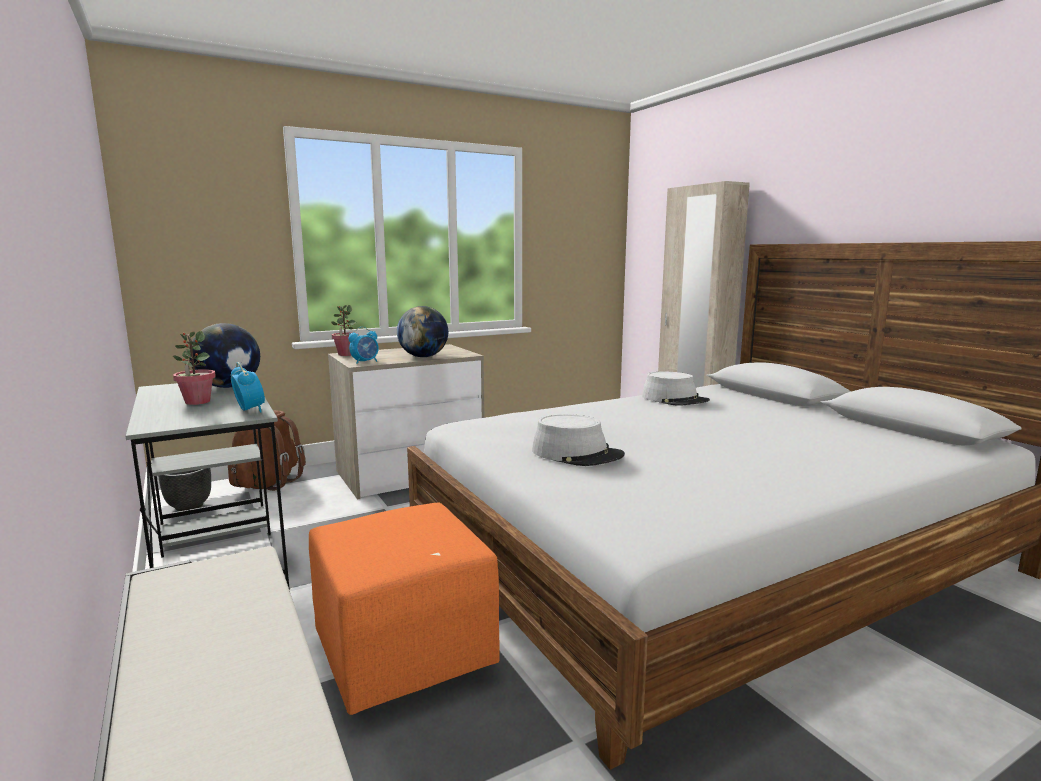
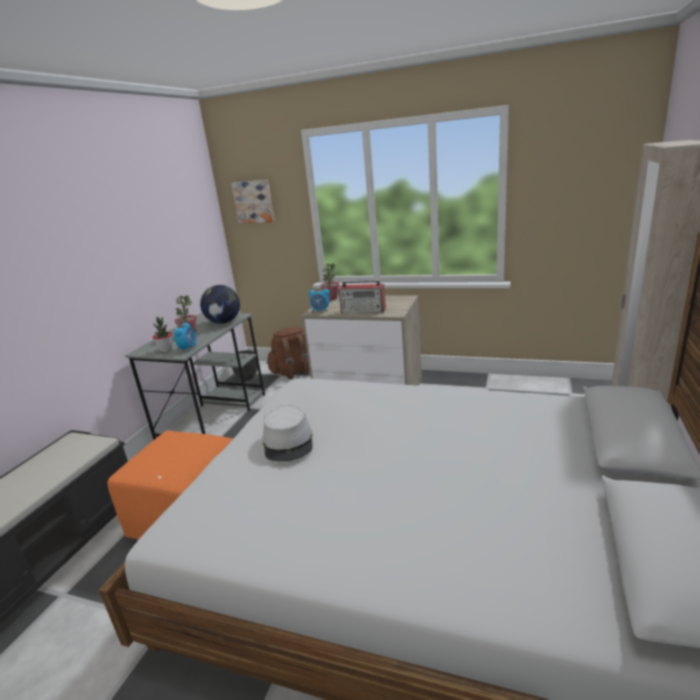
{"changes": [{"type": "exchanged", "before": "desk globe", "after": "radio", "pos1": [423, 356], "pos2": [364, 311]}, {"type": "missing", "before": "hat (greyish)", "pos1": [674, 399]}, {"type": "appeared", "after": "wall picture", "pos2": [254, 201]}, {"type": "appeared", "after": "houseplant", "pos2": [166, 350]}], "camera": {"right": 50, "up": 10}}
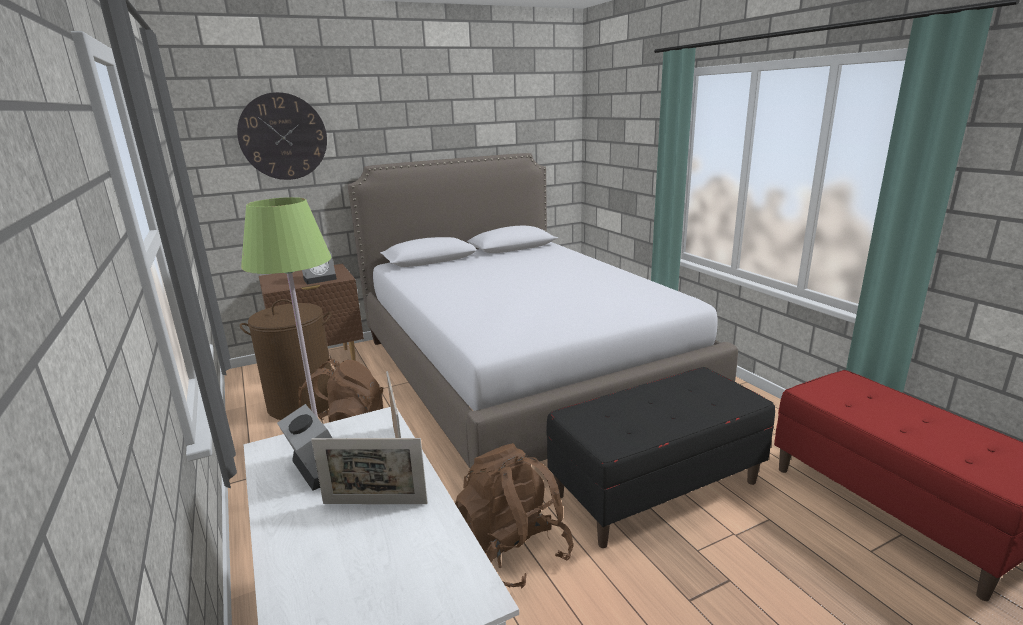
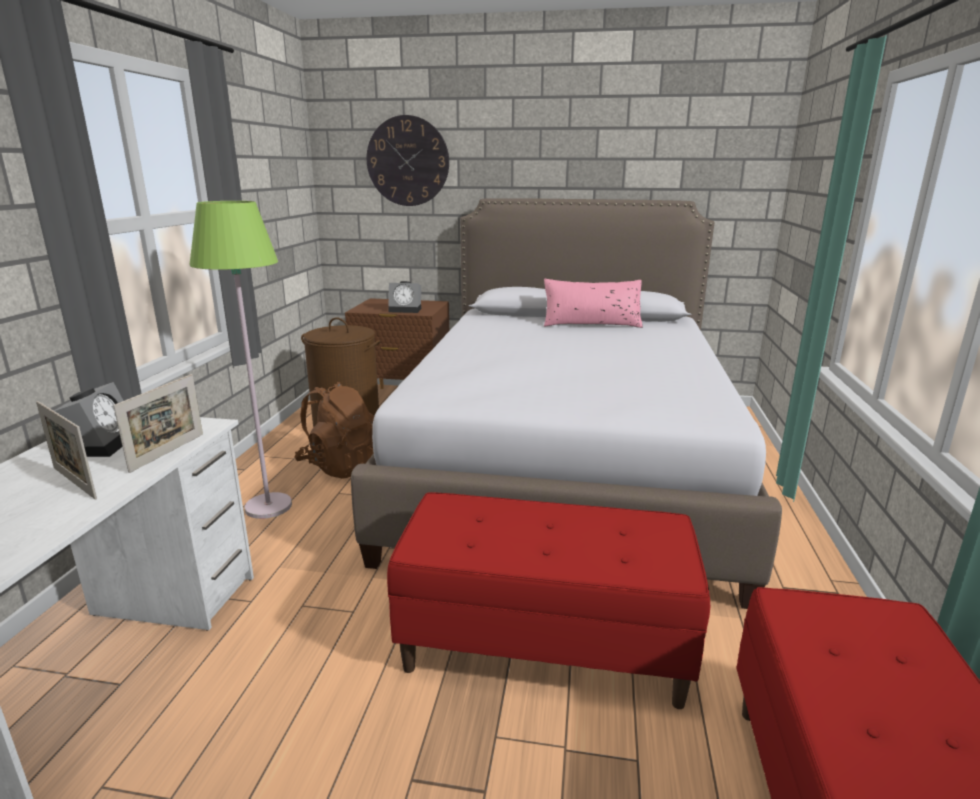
{"changes": [{"type": "colour", "before": "indoor bench (blackish)", "after": "indoor bench (red)", "pos1": [656, 488], "pos2": [544, 645]}, {"type": "missing", "before": "knapsack (brown-coloured)", "pos1": [513, 550]}, {"type": "appeared", "after": "throw pillow (pink)", "pos2": [591, 324]}], "camera": {"right": 35, "up": 0}}
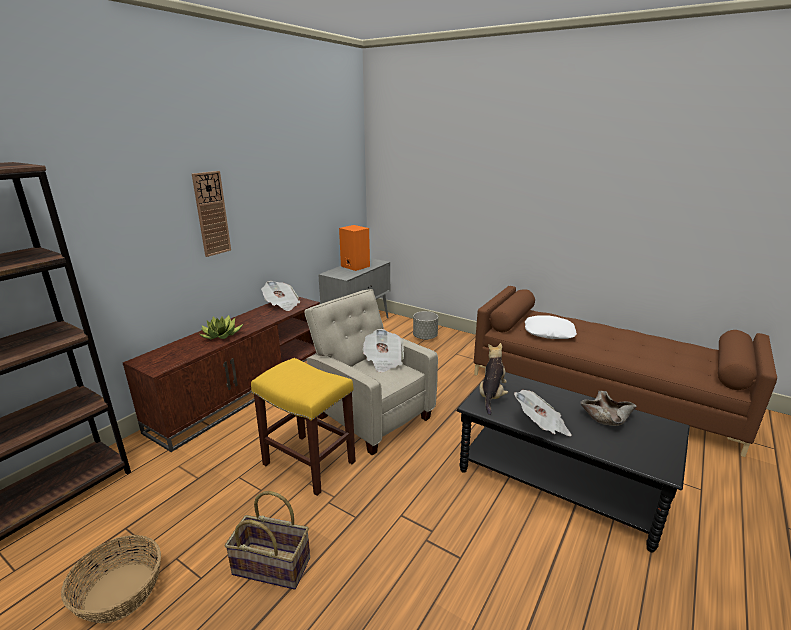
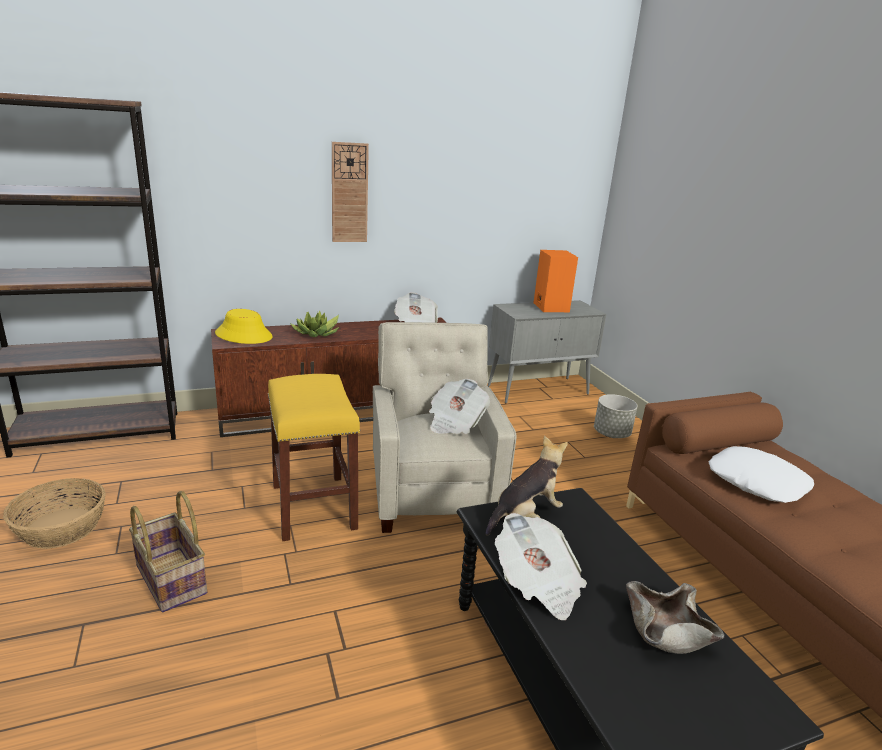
{"changes": [{"type": "appeared", "after": "hat (yellow)", "pos2": [244, 335]}], "camera": {"right": 35, "up": 0}}
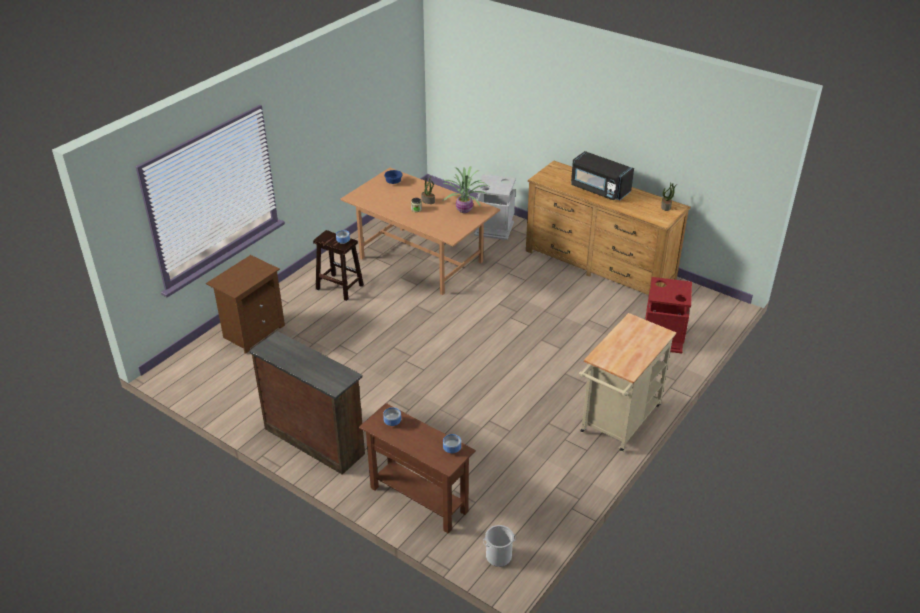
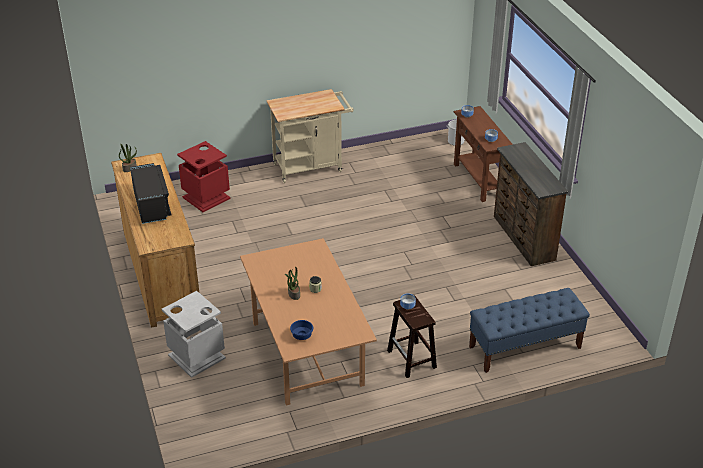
{"changes": [{"type": "missing", "before": "houseplant", "pos1": [464, 211]}, {"type": "exchanged", "before": "nightstand (brown-coloured)", "after": "indoor bench (bluish)", "pos1": [252, 332], "pos2": [524, 347]}], "camera": {"right": -145, "up": 0}}
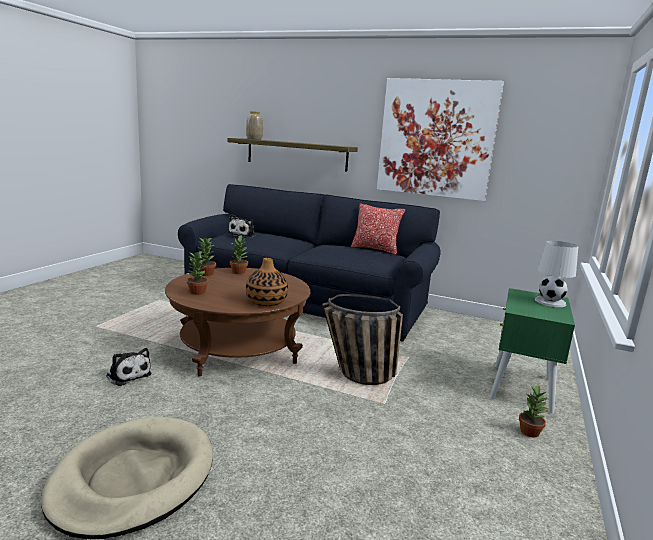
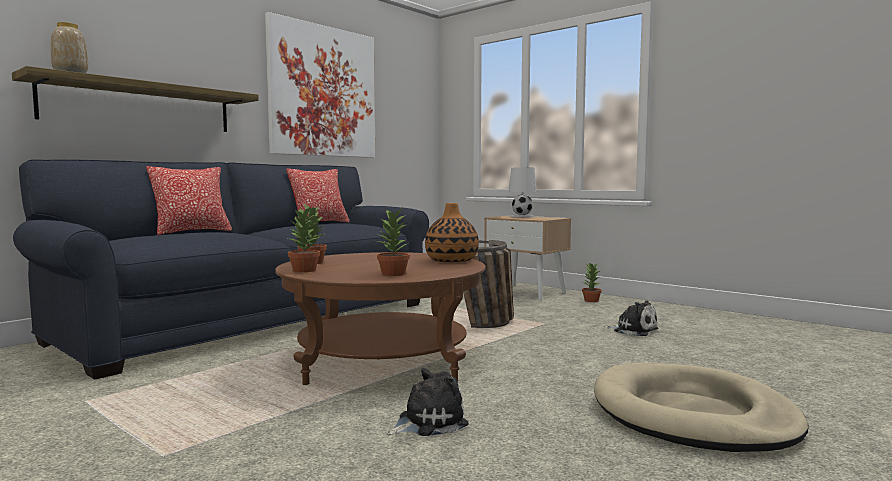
{"changes": [{"type": "relocated", "before": "soft toy", "pos1": [243, 235], "pos2": [633, 330]}, {"type": "colour", "before": "nightstand (greenish)", "after": "nightstand (sand-coloured)", "pos1": [522, 387], "pos2": [526, 292]}, {"type": "appeared", "after": "throw pillow", "pos2": [192, 232]}], "camera": {"right": -70, "up": -10}}
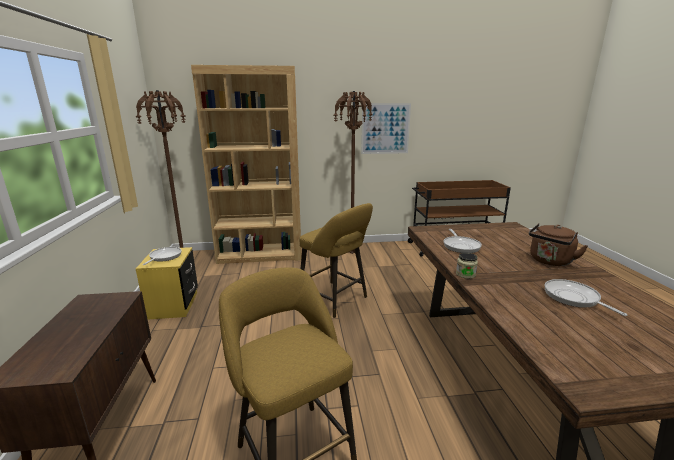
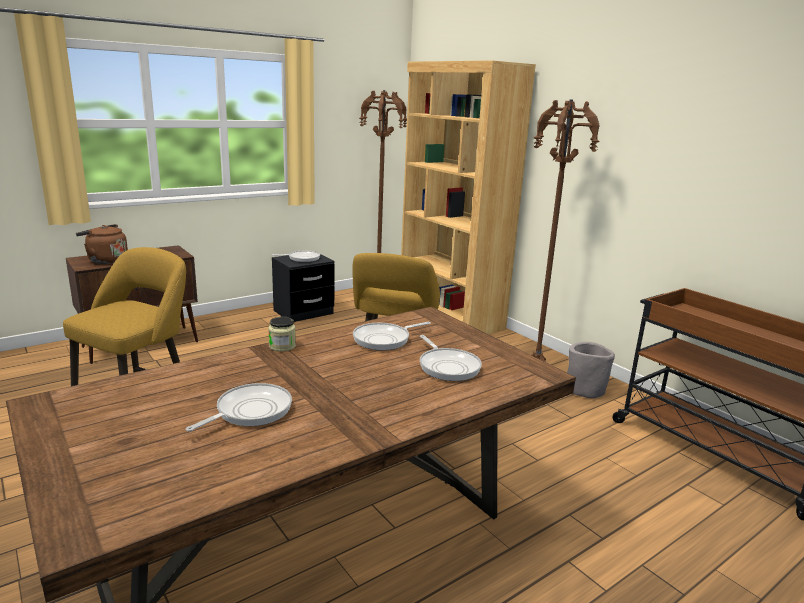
{"changes": [{"type": "missing", "before": "wall picture", "pos1": [385, 128]}, {"type": "relocated", "before": "tea kettle (brown-coloured)", "pos1": [549, 261], "pos2": [105, 260]}, {"type": "colour", "before": "nightstand (yellow)", "after": "nightstand (blackish)", "pos1": [173, 305], "pos2": [303, 312]}, {"type": "appeared", "after": "pan", "pos2": [447, 366]}, {"type": "appeared", "after": "plant pot (greyish)", "pos2": [585, 390]}], "camera": {"right": 60, "up": 0}}
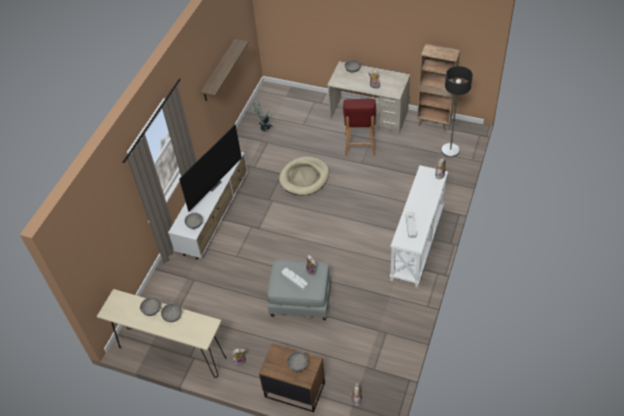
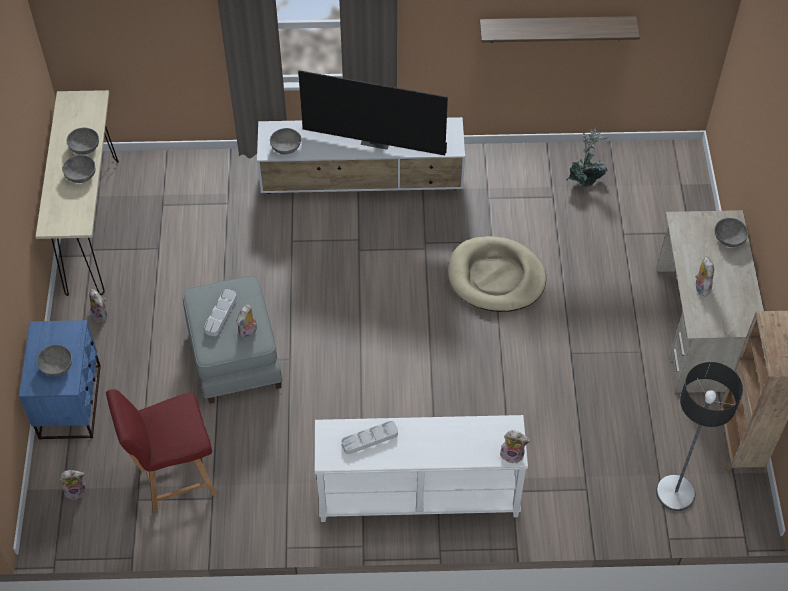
{"changes": [{"type": "relocated", "before": "chair (red)", "pos1": [360, 145], "pos2": [174, 477]}, {"type": "colour", "before": "nightstand (brown-coloured)", "after": "nightstand (bluish)", "pos1": [294, 389], "pos2": [71, 401]}], "camera": {"right": 65, "up": 5}}
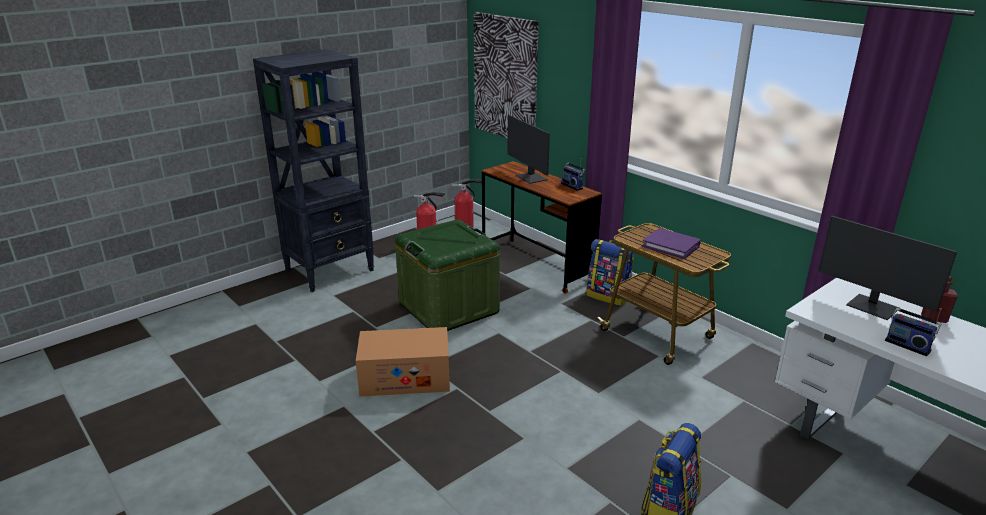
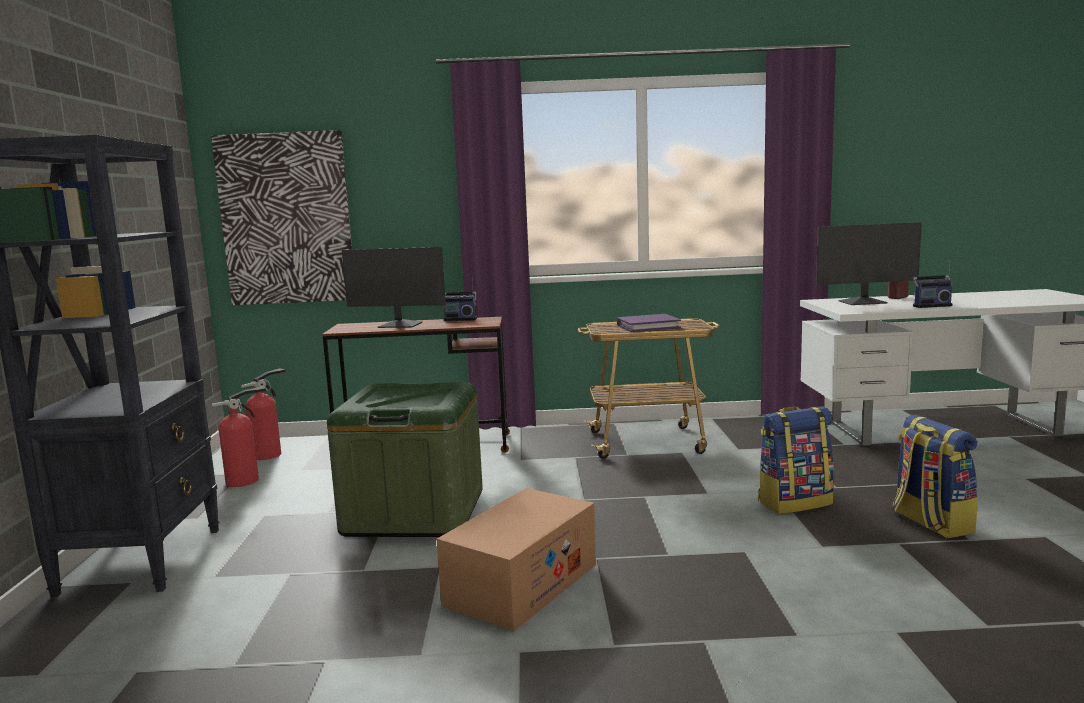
{"changes": [{"type": "relocated", "before": "knapsack", "pos1": [609, 296], "pos2": [794, 502]}], "camera": {"right": -50, "up": -15}}
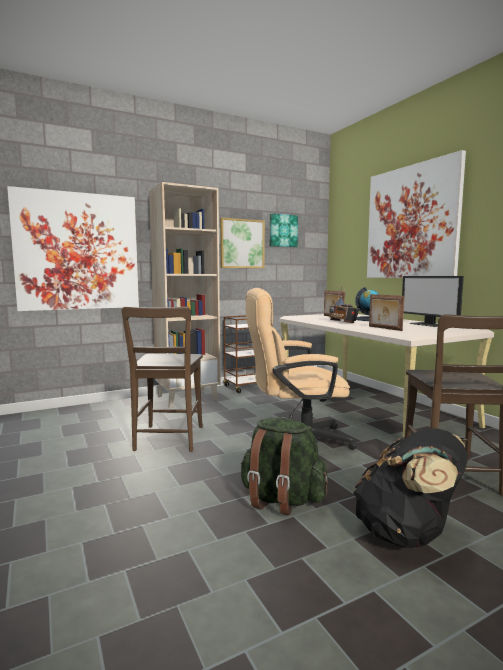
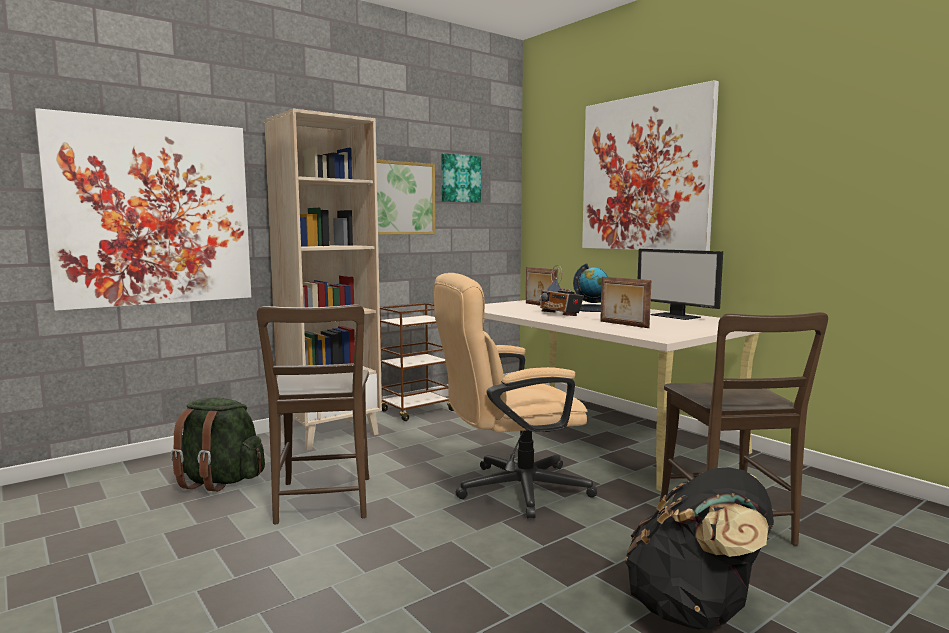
{"changes": [{"type": "relocated", "before": "knapsack (greenish)", "pos1": [281, 500], "pos2": [219, 481]}], "camera": {"right": -10, "up": 0}}
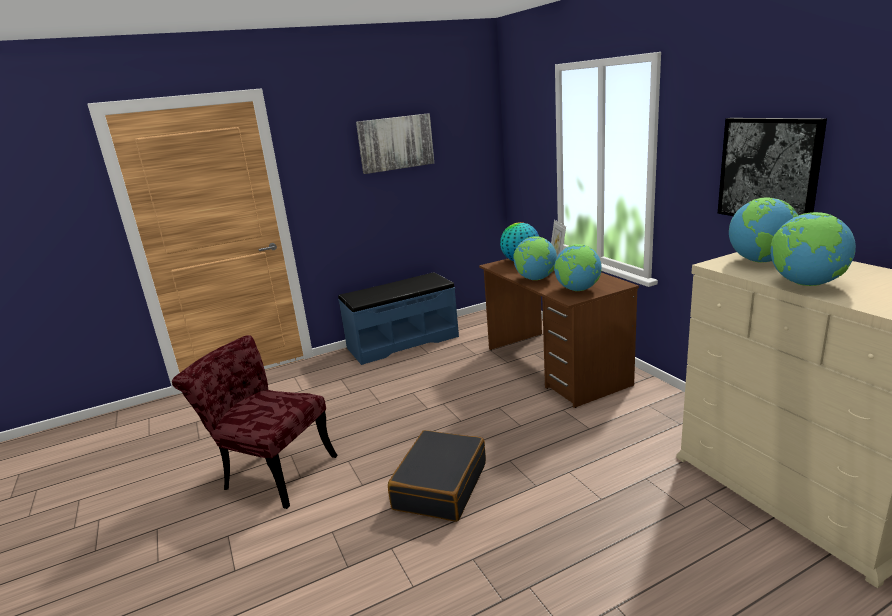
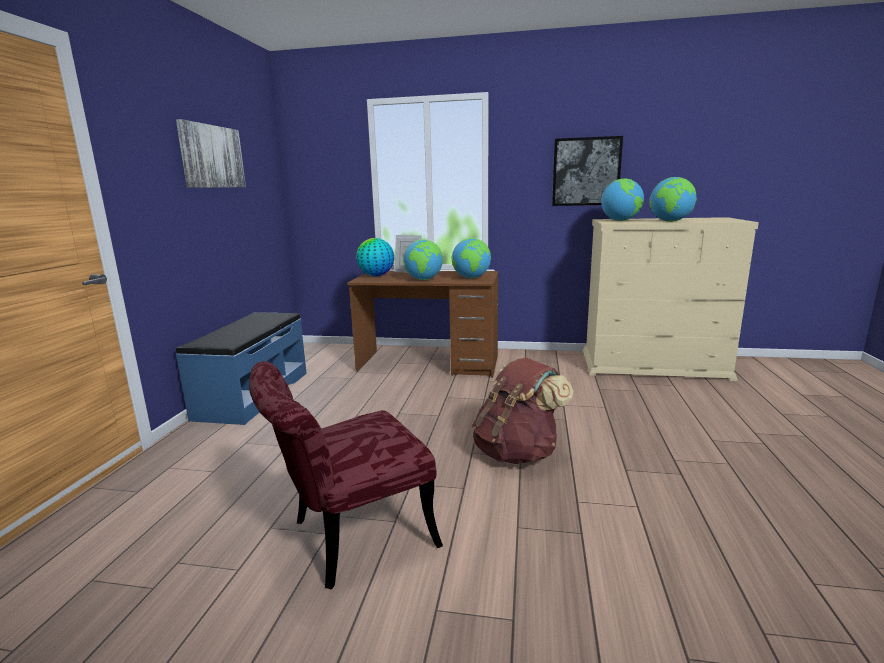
{"changes": [{"type": "exchanged", "before": "piece of luggage (blackish)", "after": "knapsack (brown-coloured)", "pos1": [440, 486], "pos2": [517, 452]}], "camera": {"right": -55, "up": -5}}
